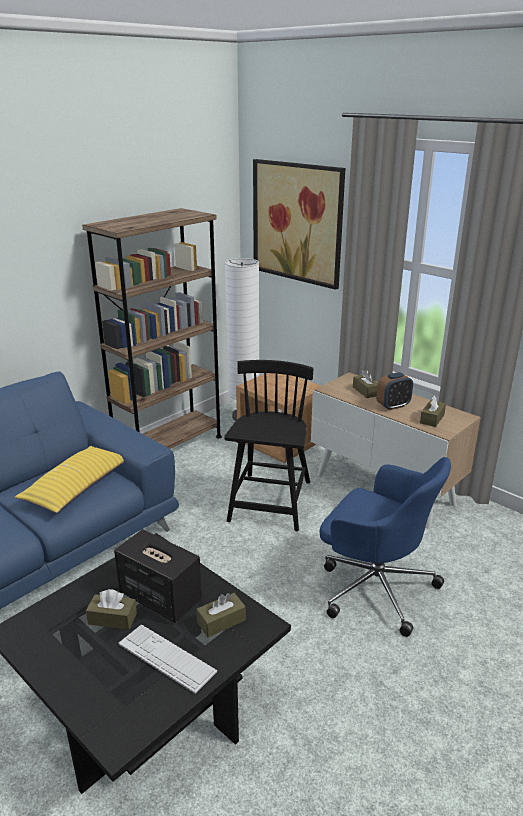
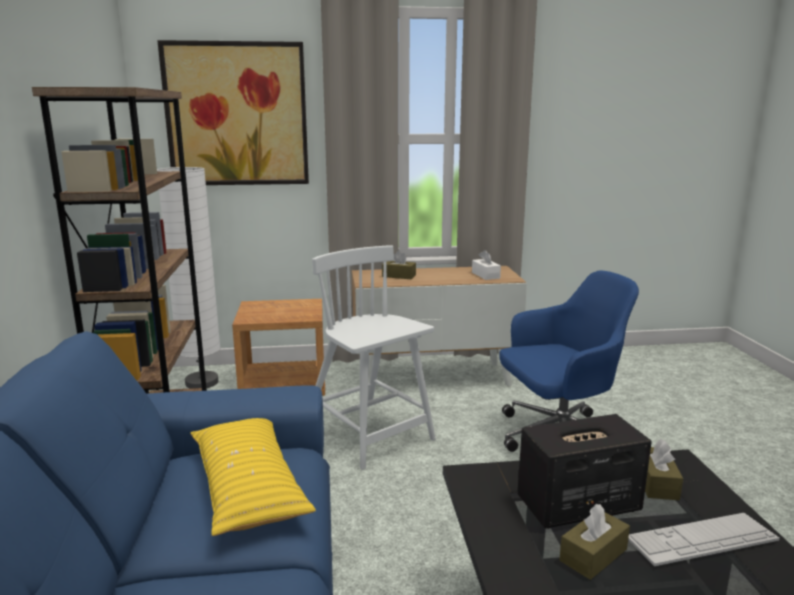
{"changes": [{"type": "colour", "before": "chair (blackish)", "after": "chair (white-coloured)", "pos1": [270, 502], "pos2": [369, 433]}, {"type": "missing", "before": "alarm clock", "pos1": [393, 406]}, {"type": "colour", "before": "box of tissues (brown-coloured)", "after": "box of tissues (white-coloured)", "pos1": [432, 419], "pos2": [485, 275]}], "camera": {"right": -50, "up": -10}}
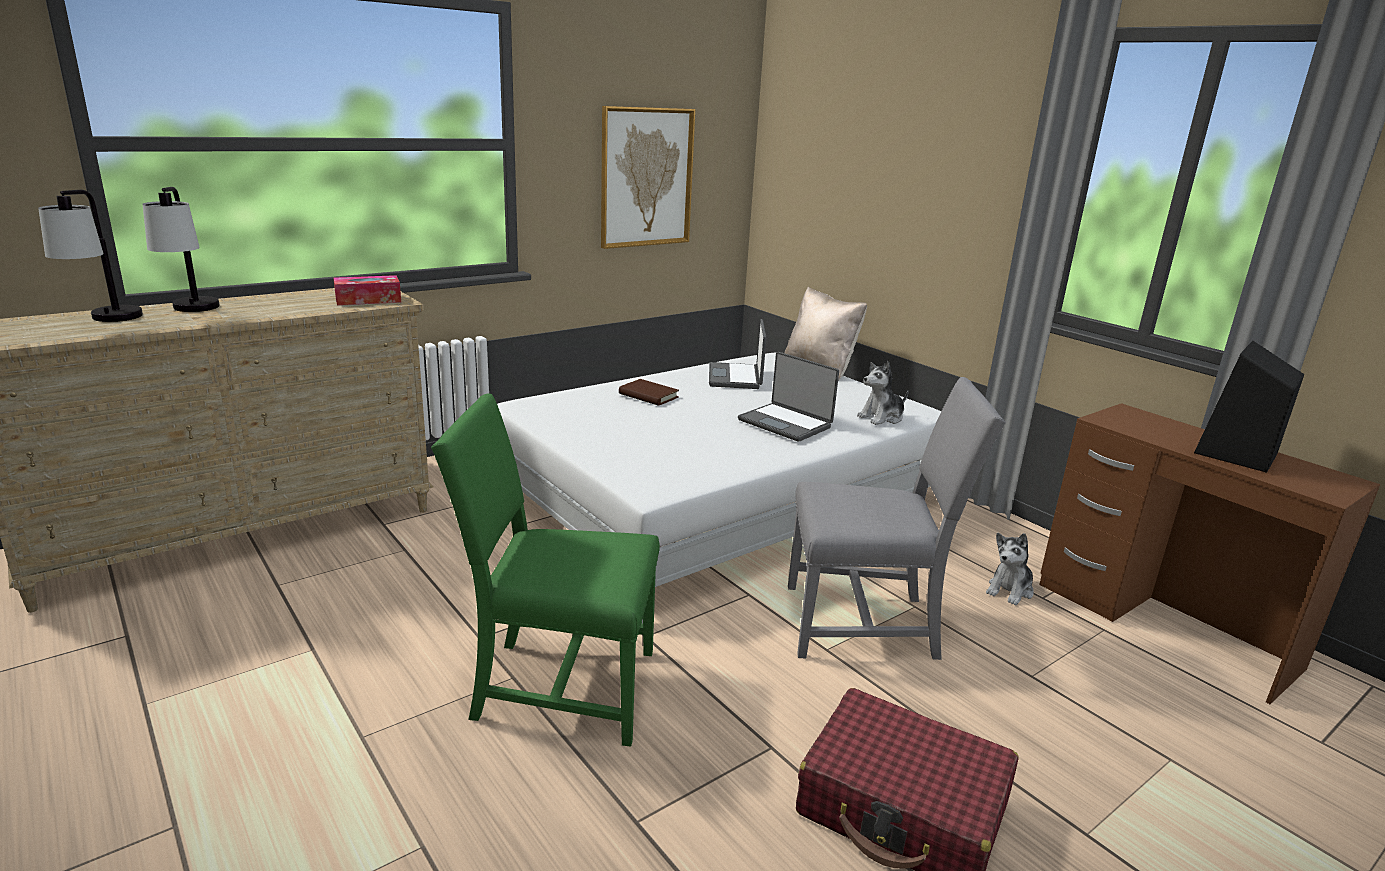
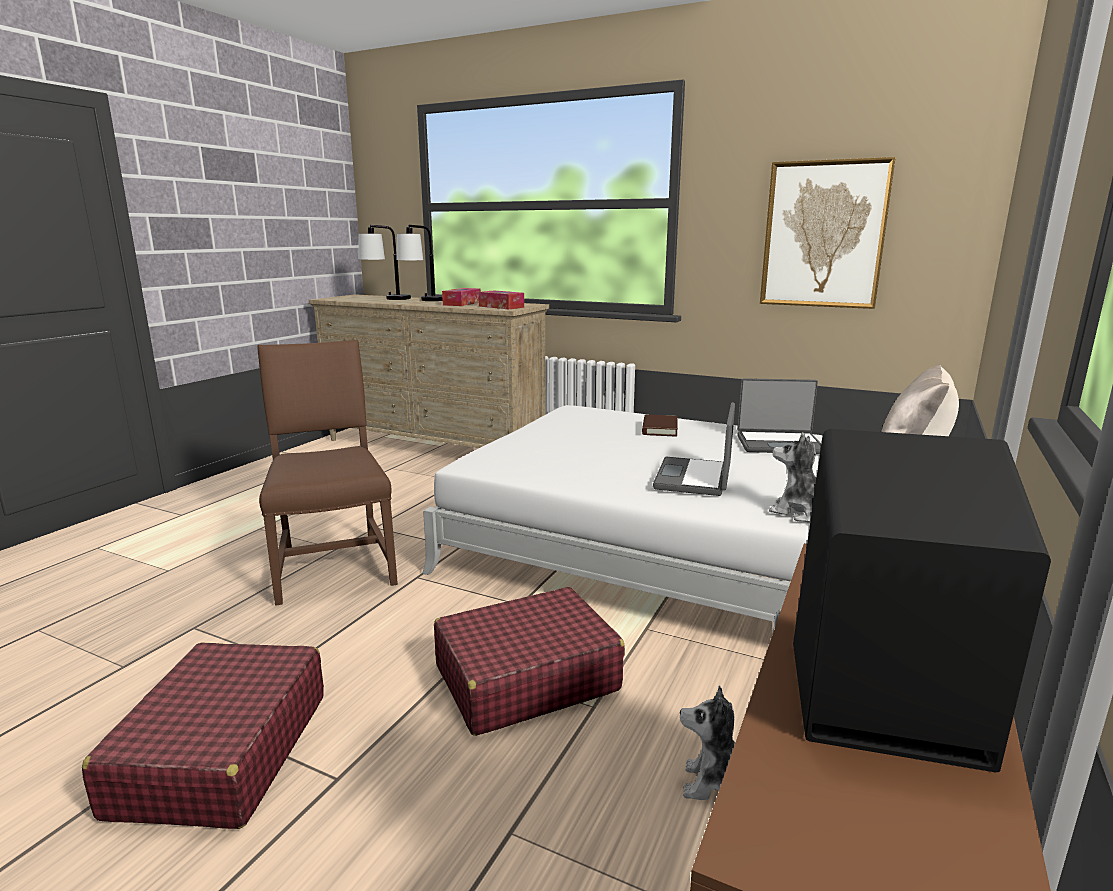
{"changes": [{"type": "spun", "before": "portable computer", "pos1": [736, 377], "pos2": [779, 444], "turn": -150}, {"type": "exchanged", "before": "chair (greyish)", "after": "piece of luggage (red)", "pos1": [866, 623], "pos2": [525, 678]}, {"type": "colour", "before": "chair (greenish)", "after": "chair (brown-coloured)", "pos1": [559, 686], "pos2": [333, 564]}, {"type": "appeared", "after": "box of tissues", "pos2": [462, 303]}], "camera": {"right": 65, "up": -5}}
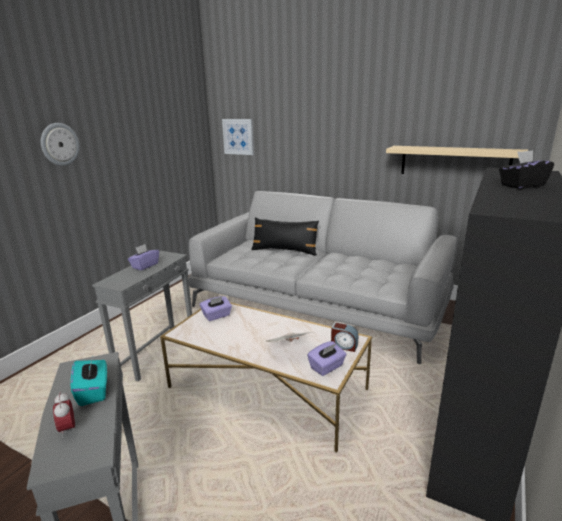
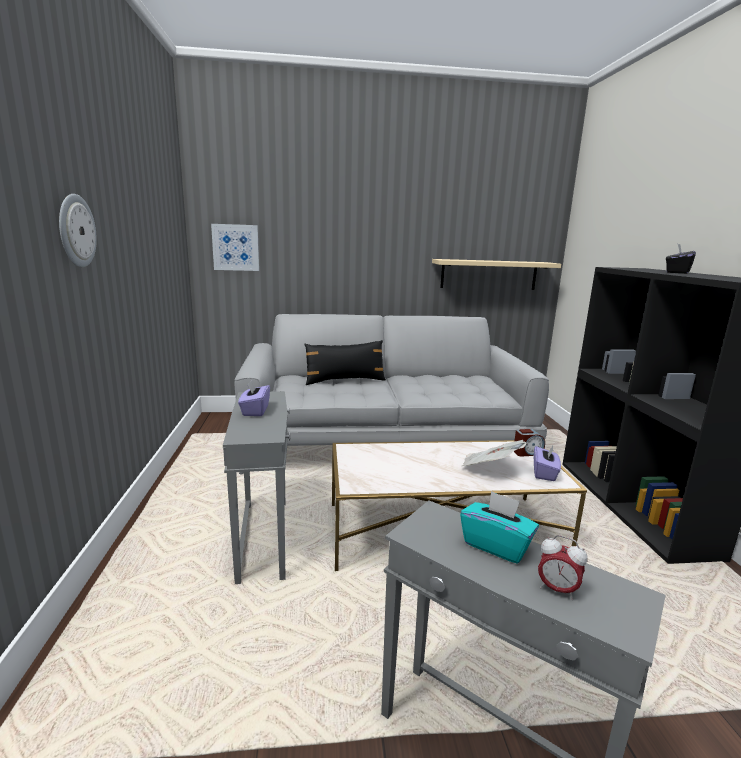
{"changes": [{"type": "missing", "before": "box of tissues (purple-coloured)", "pos1": [217, 316]}], "camera": {"right": -35, "up": -5}}
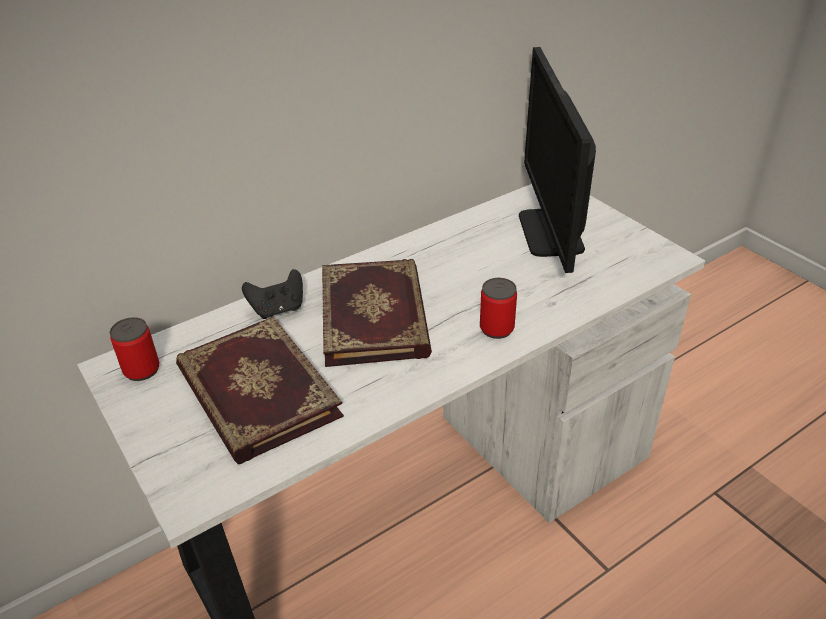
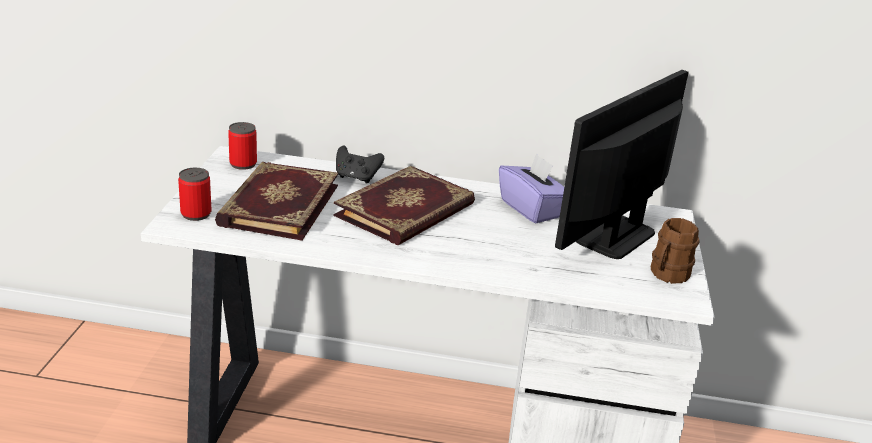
{"changes": [{"type": "relocated", "before": "metal can", "pos1": [496, 328], "pos2": [196, 214]}, {"type": "appeared", "after": "box of tissues (purple-coloured)", "pos2": [531, 209]}, {"type": "appeared", "after": "coffee mug (brown-coloured)", "pos2": [667, 275]}], "camera": {"right": 40, "up": -10}}
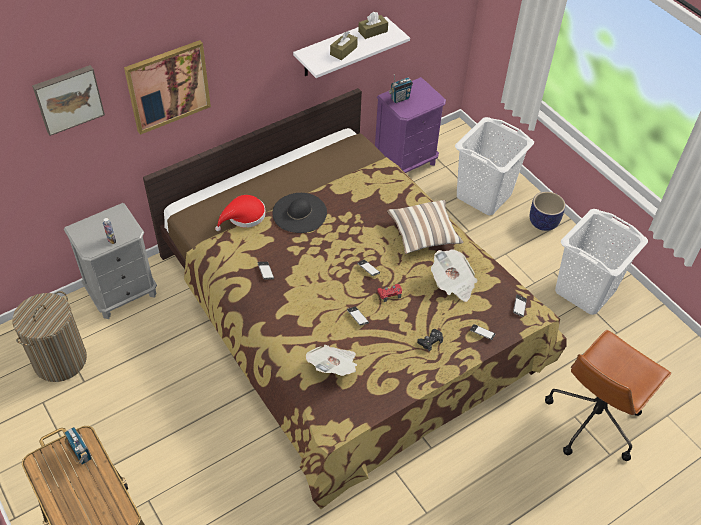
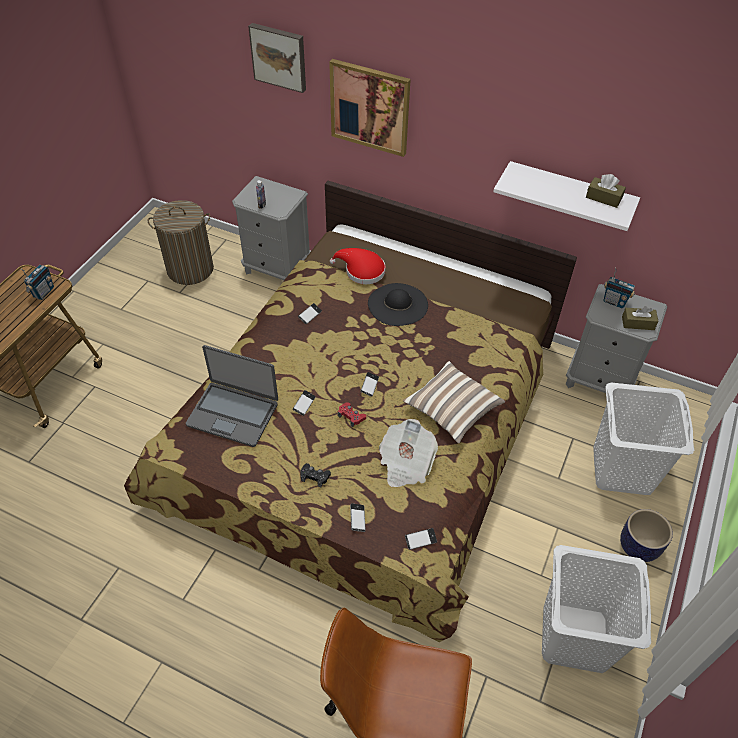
{"changes": [{"type": "relocated", "before": "box of tissues (brown-coloured)", "pos1": [343, 51], "pos2": [638, 323]}, {"type": "colour", "before": "nightstand (purple-coloured)", "after": "nightstand (greyish)", "pos1": [406, 162], "pos2": [600, 380]}, {"type": "exchanged", "before": "daily paper", "after": "portable computer", "pos1": [333, 367], "pos2": [233, 413]}], "camera": {"right": 60, "up": 0}}
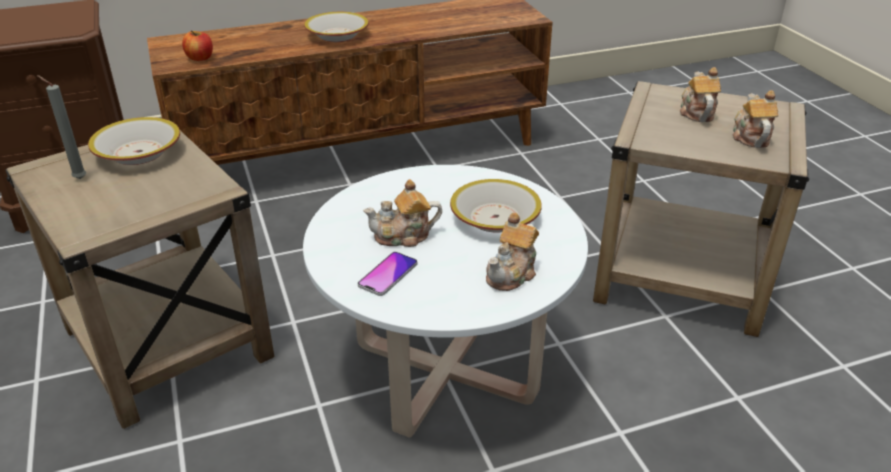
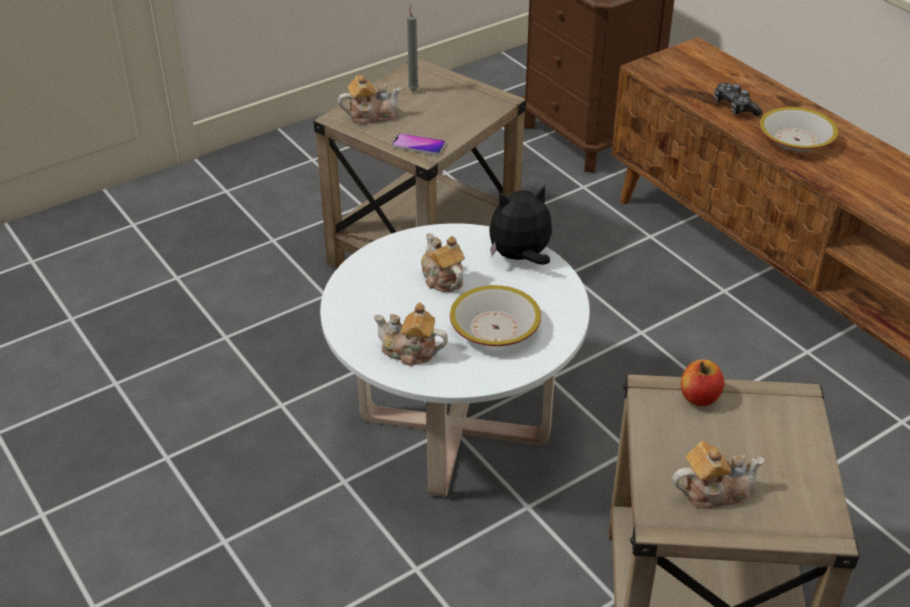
{"changes": [{"type": "relocated", "before": "apple fruit", "pos1": [200, 58], "pos2": [699, 397]}, {"type": "relocated", "before": "teapot", "pos1": [696, 112], "pos2": [370, 115]}, {"type": "missing", "before": "bowl", "pos1": [139, 153]}, {"type": "relocated", "before": "phone", "pos1": [388, 275], "pos2": [418, 145]}, {"type": "appeared", "after": "gamepad", "pos2": [734, 107]}, {"type": "appeared", "after": "soft toy", "pos2": [520, 258]}], "camera": {"right": 75, "up": 5}}
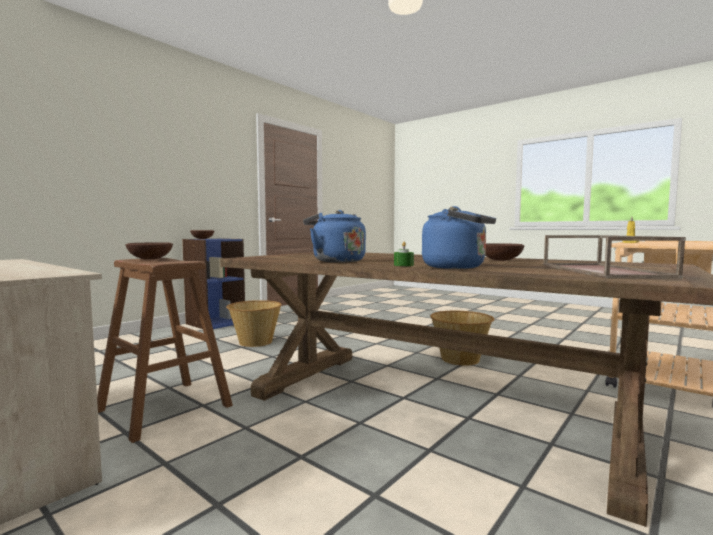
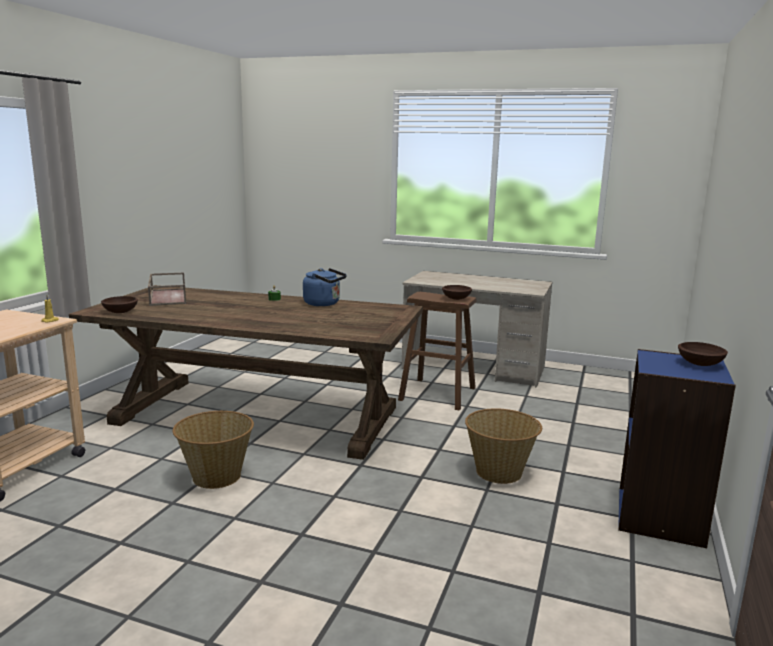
{"changes": [{"type": "missing", "before": "tea kettle (bluish)", "pos1": [457, 267]}, {"type": "relocated", "before": "bowl (brown-coloured)", "pos1": [501, 260], "pos2": [120, 312]}], "camera": {"right": 160, "up": 10}}
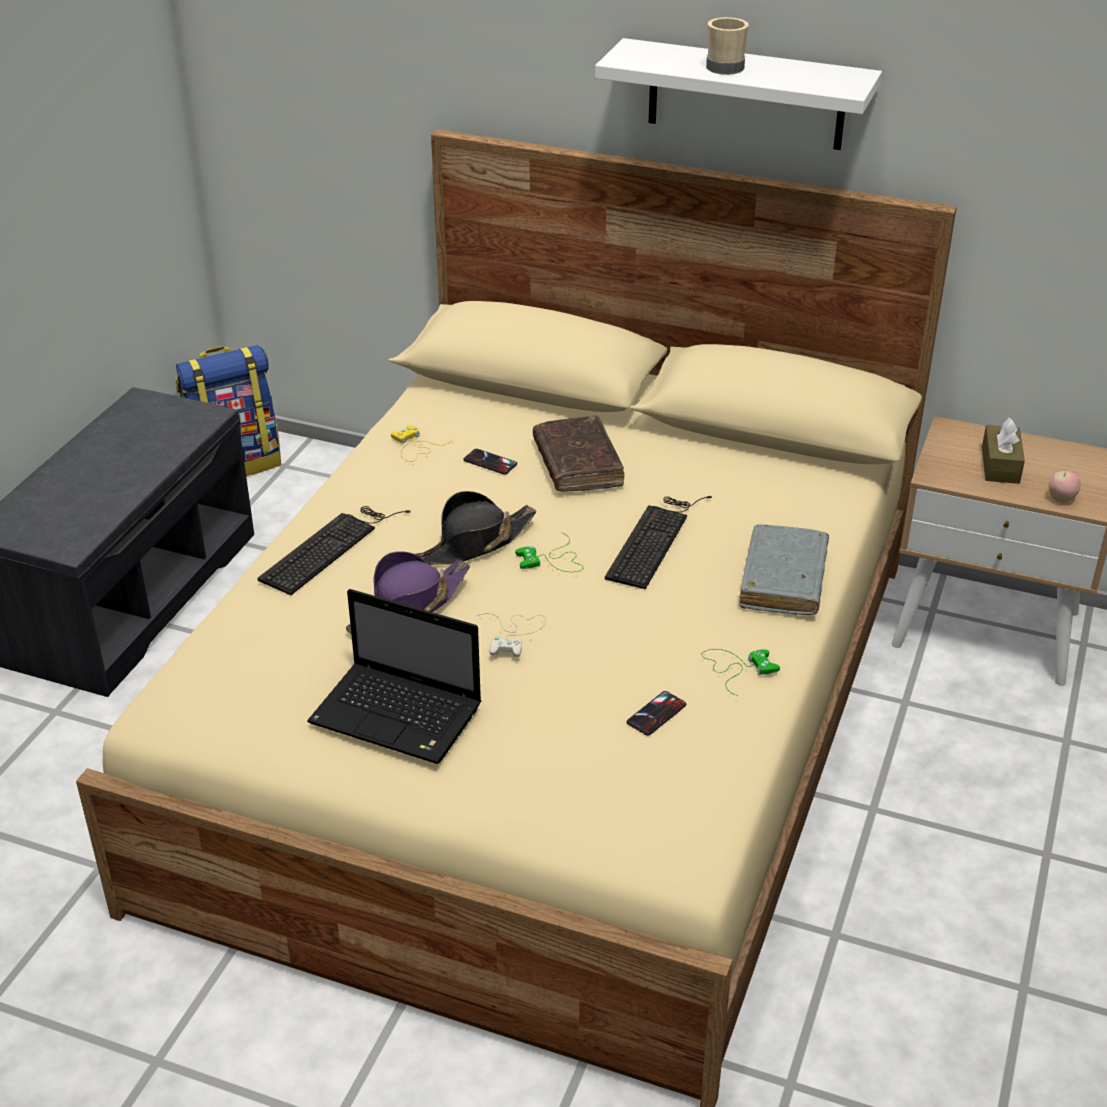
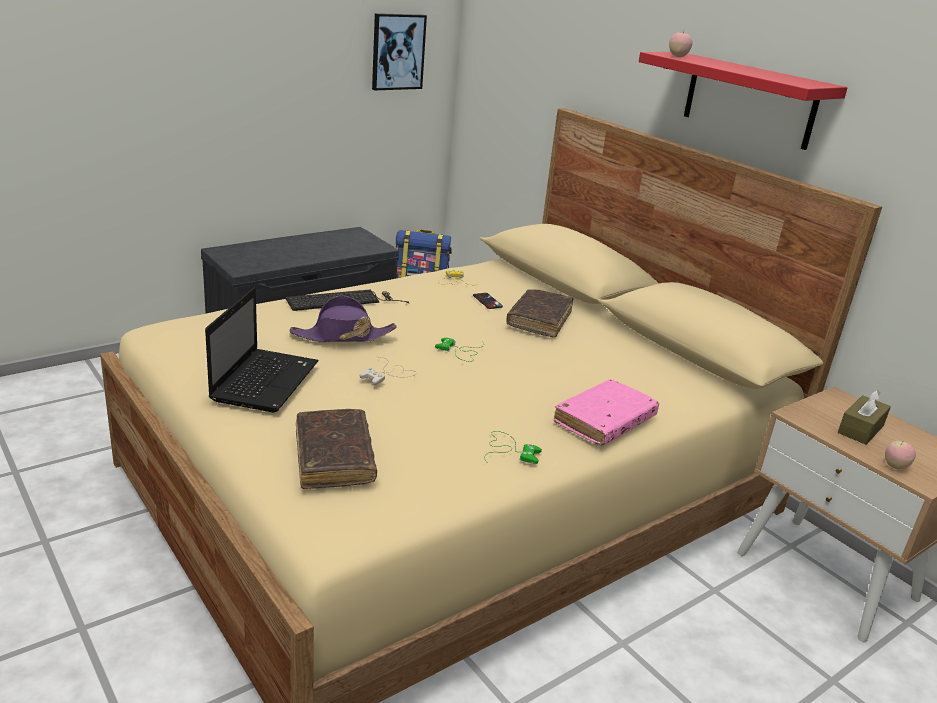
{"changes": [{"type": "missing", "before": "coffee mug (sand-coloured)", "pos1": [724, 66]}, {"type": "colour", "before": "shelf (white-coloured)", "after": "shelf (red)", "pos1": [746, 95], "pos2": [749, 100]}, {"type": "missing", "before": "hat (blackish)", "pos1": [474, 543]}, {"type": "missing", "before": "keyboard", "pos1": [655, 539]}, {"type": "colour", "before": "book (greyish)", "after": "book (pink)", "pos1": [783, 580], "pos2": [604, 421]}, {"type": "spun", "before": "portable computer", "pos1": [399, 715], "pos2": [265, 380], "turn": -135}, {"type": "missing", "before": "phone", "pos1": [656, 714]}, {"type": "appeared", "after": "wall picture", "pos2": [397, 52]}, {"type": "appeared", "after": "apple fruit", "pos2": [678, 56]}, {"type": "appeared", "after": "book (brown-coloured)", "pos2": [334, 458]}], "camera": {"right": 30, "up": -10}}
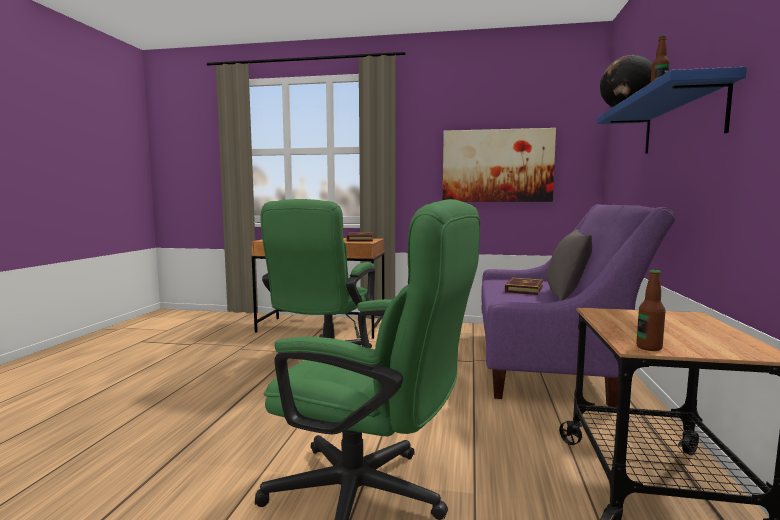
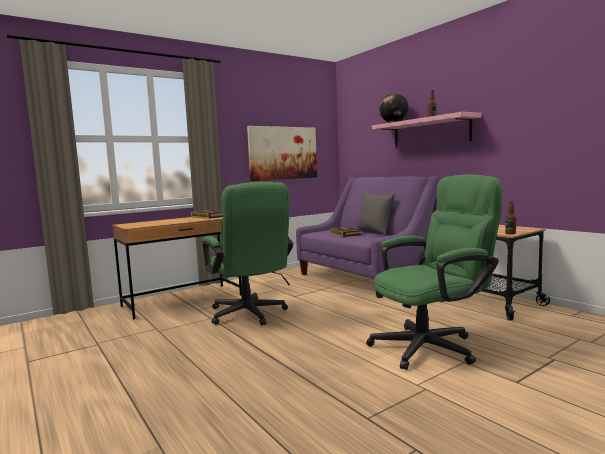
{"changes": [{"type": "colour", "before": "shelf (bluish)", "after": "shelf (pink)", "pos1": [681, 121], "pos2": [430, 132]}], "camera": {"right": -45, "up": 0}}
